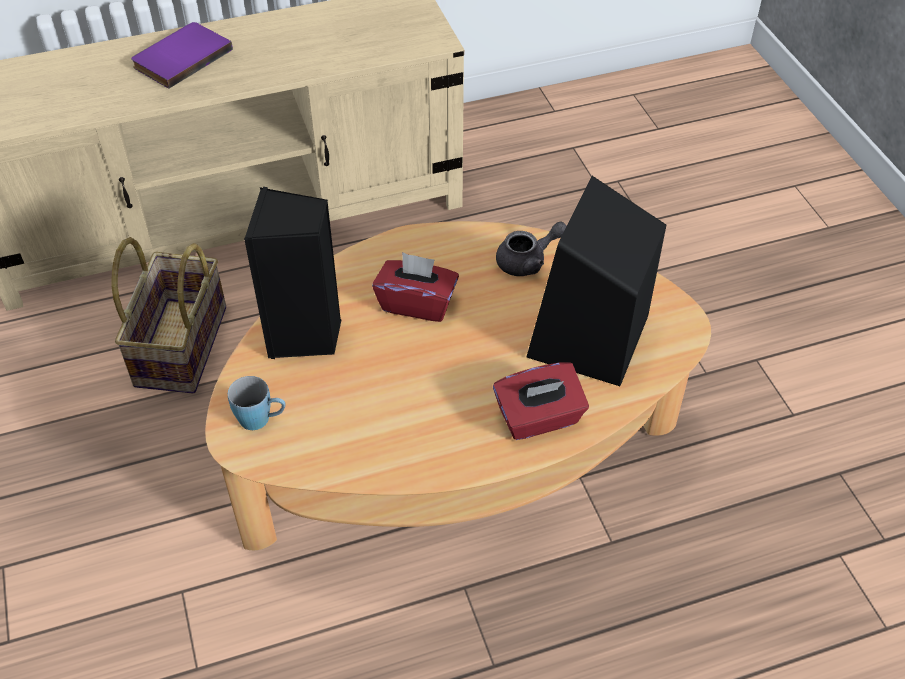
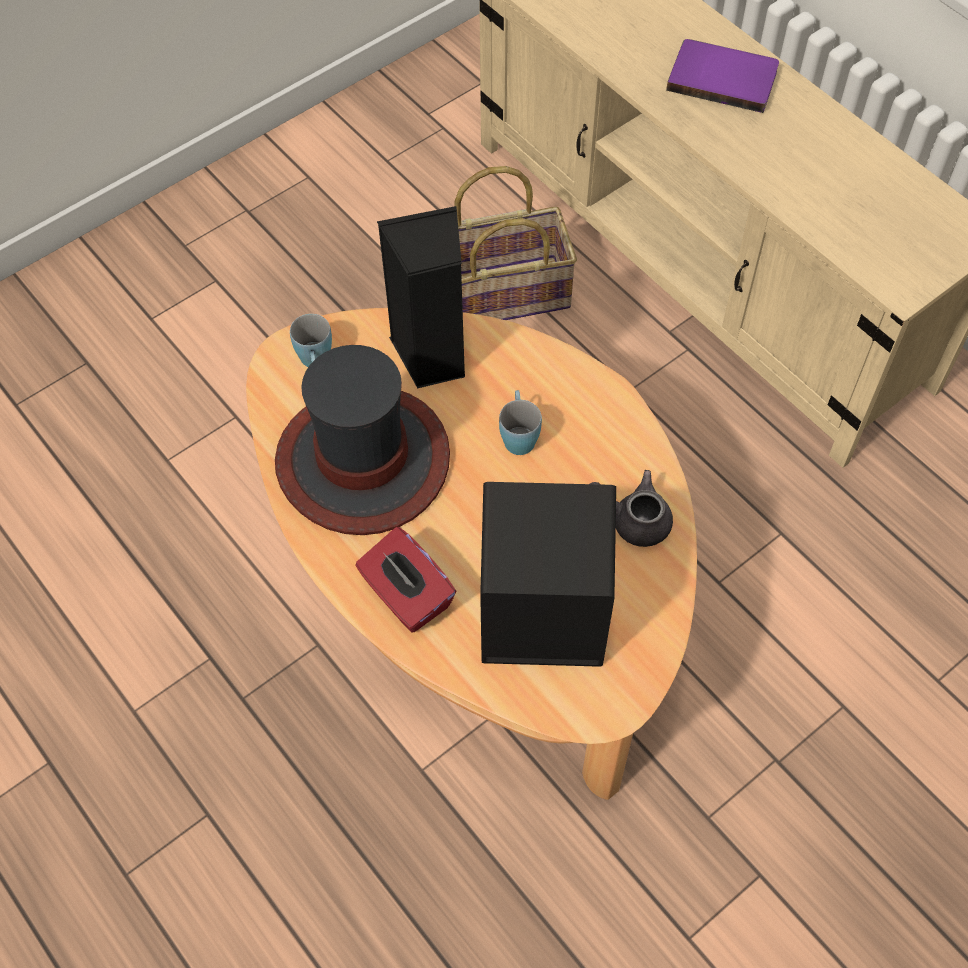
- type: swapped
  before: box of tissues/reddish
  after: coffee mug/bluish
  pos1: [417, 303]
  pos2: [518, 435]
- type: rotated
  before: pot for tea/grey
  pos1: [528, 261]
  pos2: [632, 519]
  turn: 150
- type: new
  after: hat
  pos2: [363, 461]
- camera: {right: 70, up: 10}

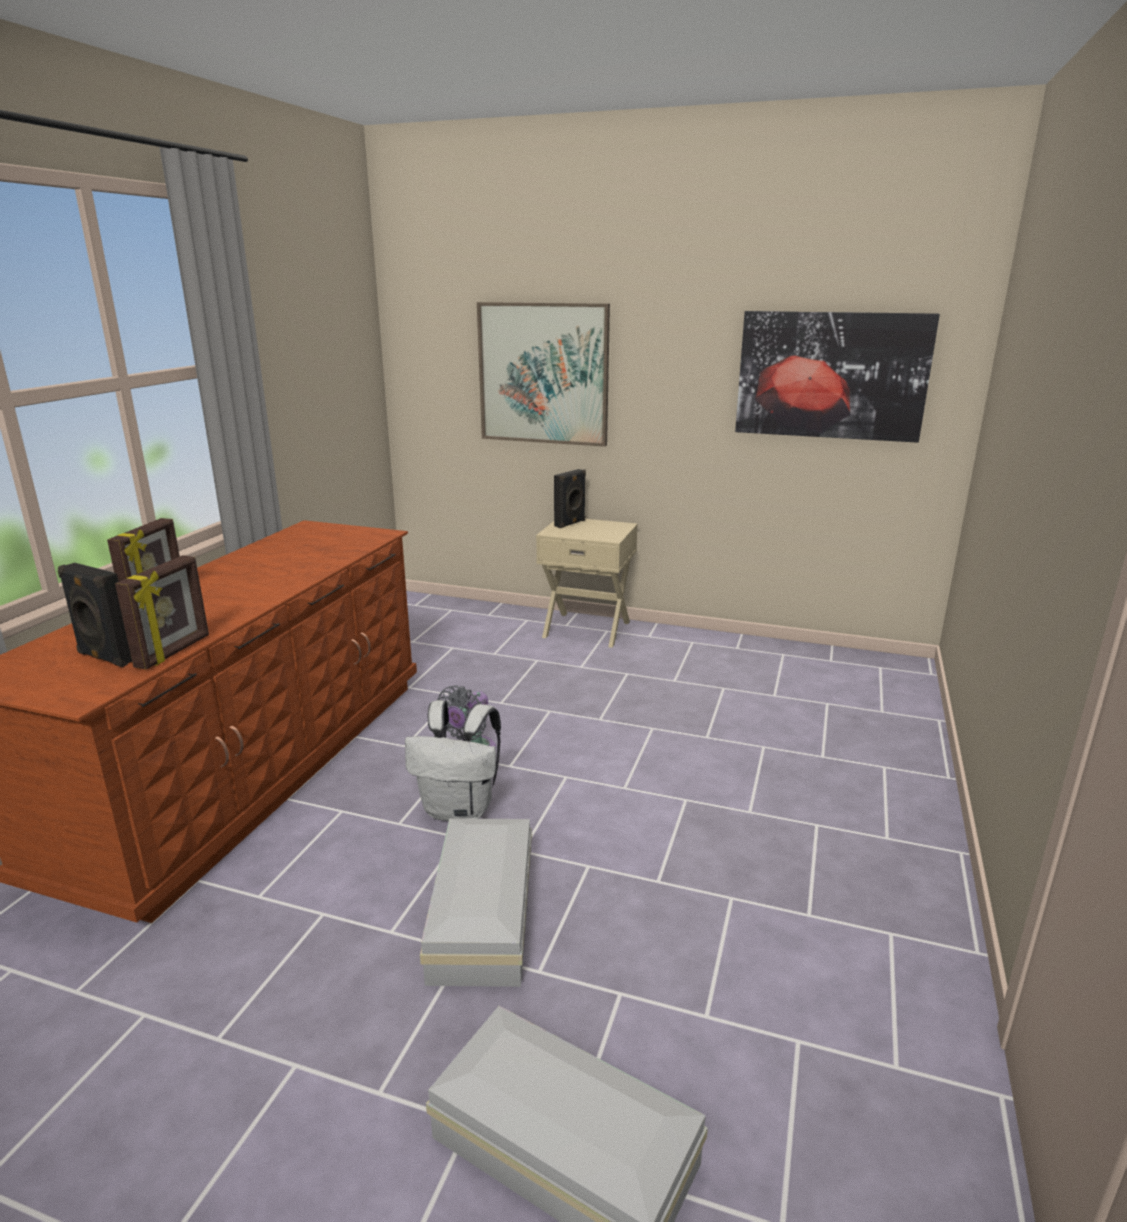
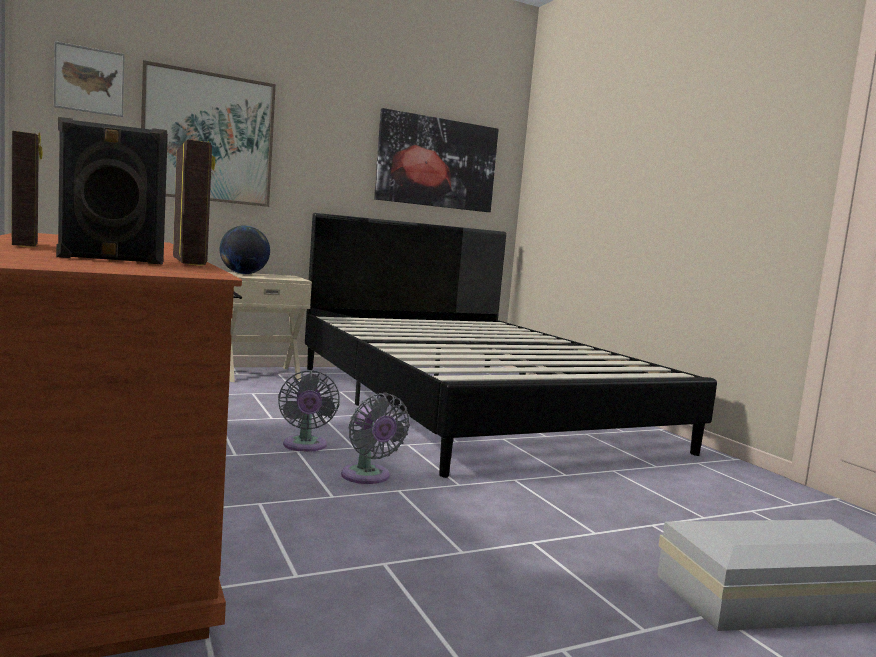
- type: swapped
  before: knapsack/whitish
  after: fan/grey
  pos1: [460, 810]
  pos2: [368, 477]
- type: gone
  before: storage container/whitish
  pos1: [485, 913]
- type: swapped
  before: audio speaker/black
  after: globe
  pos1: [570, 523]
  pos2: [243, 274]
- type: new
  after: wall picture
  pos2: [89, 80]
- type: new
  after: sleeping bed/black
  pos2: [472, 404]
- camera: {right: -45, up: -15}

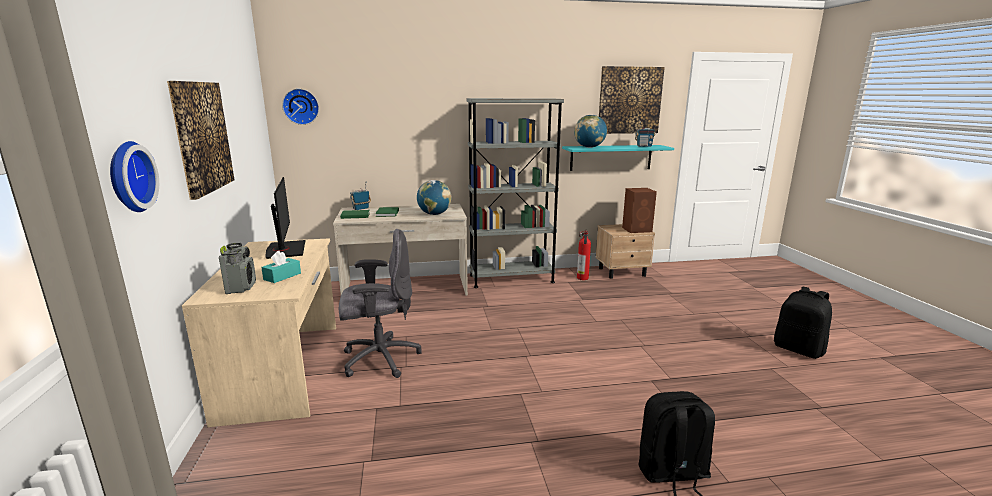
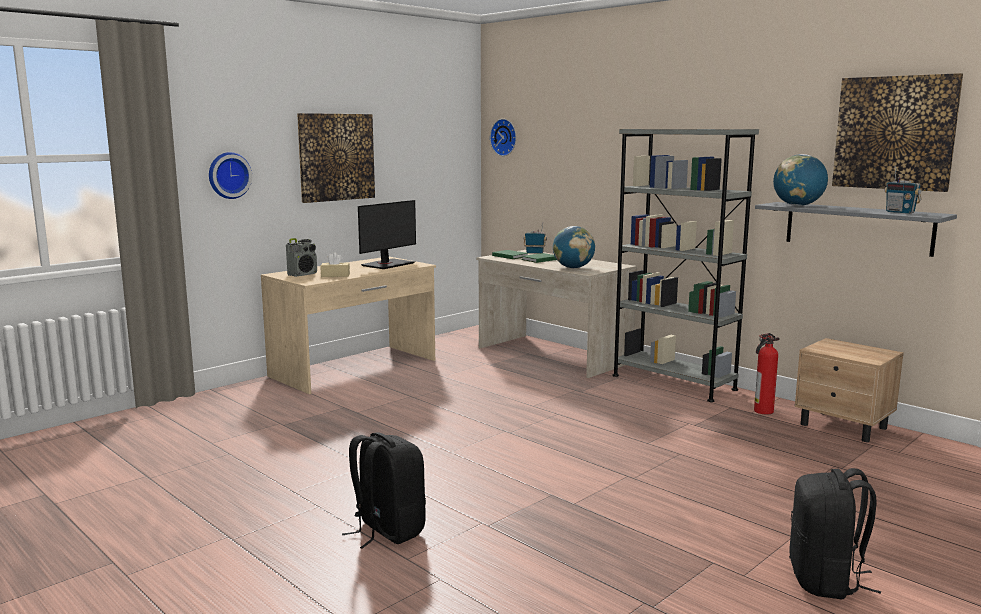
- type: repainted
  before: box of tissues/blue-green
  after: box of tissues/beige
  pos1: [282, 276]
  pos2: [335, 275]
- type: gone
  before: office chair/grey
  pos1: [379, 359]
- type: repainted
  before: wall shelf/blue-green
  after: wall shelf/grey
  pos1: [611, 157]
  pos2: [857, 228]
- type: gone
  before: audio speaker/brown-coloured
  pos1: [637, 229]
- camera: {right: 55, up: -5}

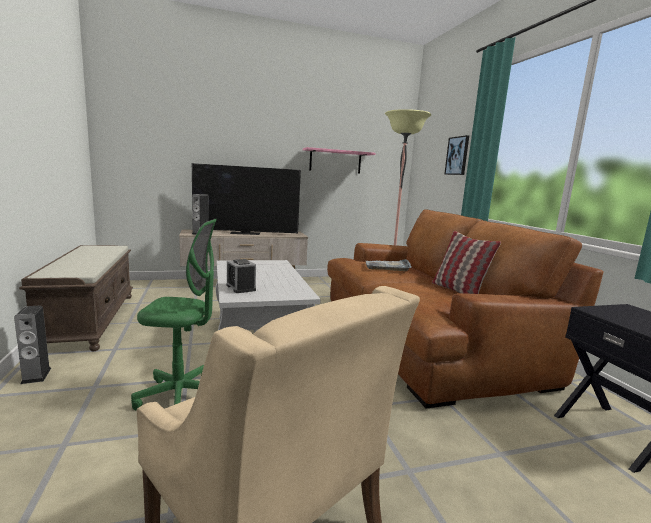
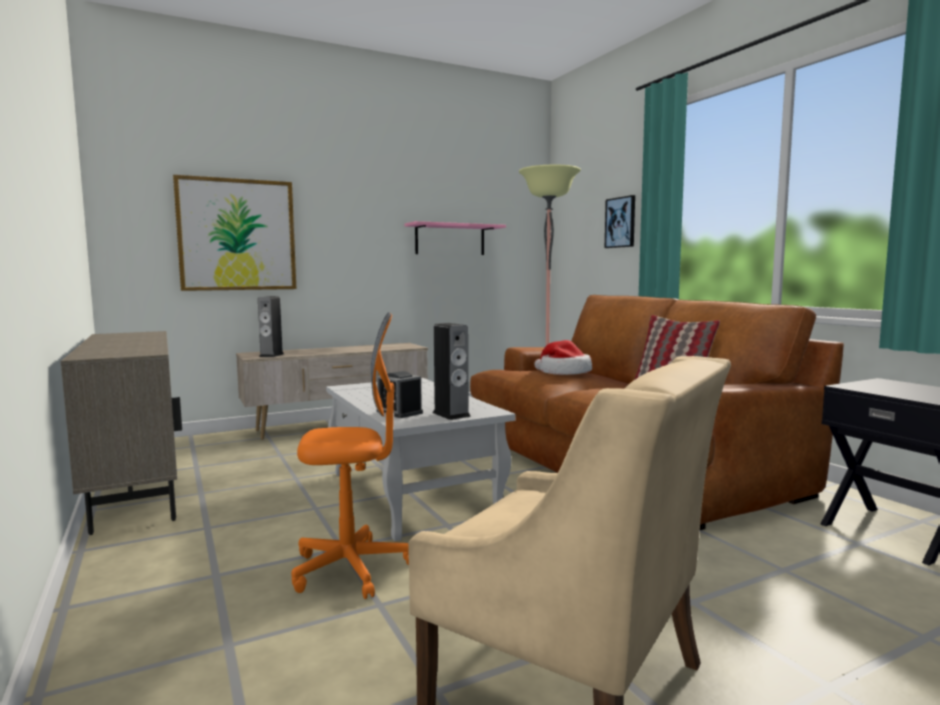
- type: shifted
  before: audio speaker
  pos1: [36, 375]
  pos2: [451, 414]
- type: swapped
  before: bench/brown-coloured
  after: storage cabinet/beige
  pos1: [90, 320]
  pos2: [136, 497]
- type: repainted
  before: office chair/green
  after: office chair/orange
  pos1: [181, 396]
  pos2: [351, 569]
- type: gone
  before: TV set
  pos1: [246, 233]
- type: swapped
  before: tray/grey
  after: hat
  pos1: [387, 266]
  pos2: [563, 373]
- type: new
  after: wall picture
  pos2: [237, 235]
- camera: {right: -10, up: -5}

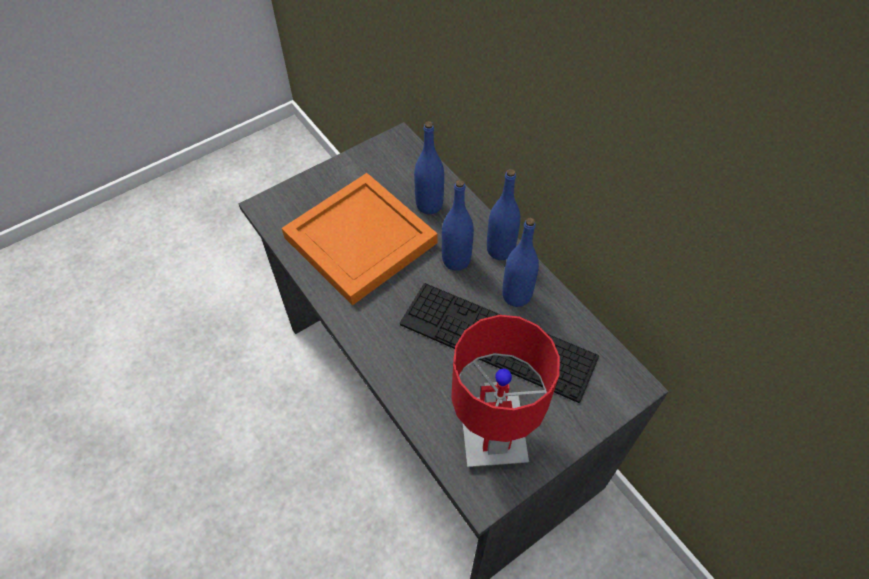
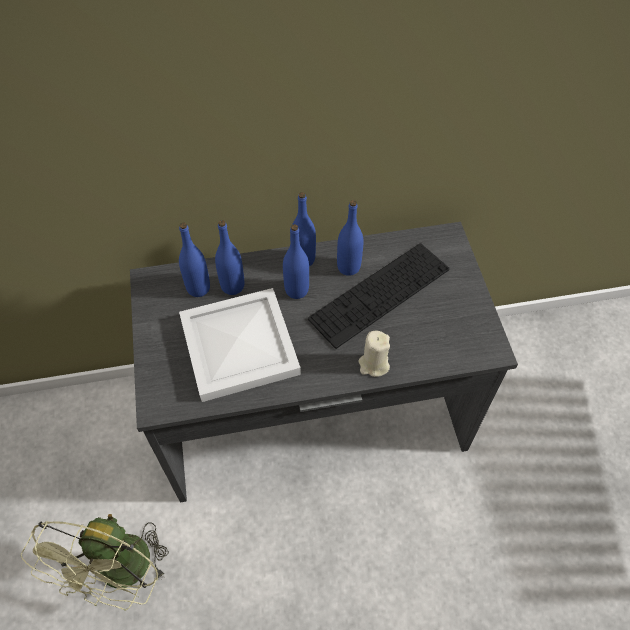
- type: repainted
  before: tray/orange
  after: tray/whitish
  pos1: [360, 242]
  pos2: [241, 347]
- type: gone
  before: tabletop lamp/reddish
  pos1: [493, 433]
- type: new
  after: fan/green
  pos2: [121, 575]
- type: new
  after: drink bottle/bluish
  pos2: [198, 288]
- type: new
  after: wax candle/beige
  pos2: [373, 364]
- camera: {right: -65, up: 0}

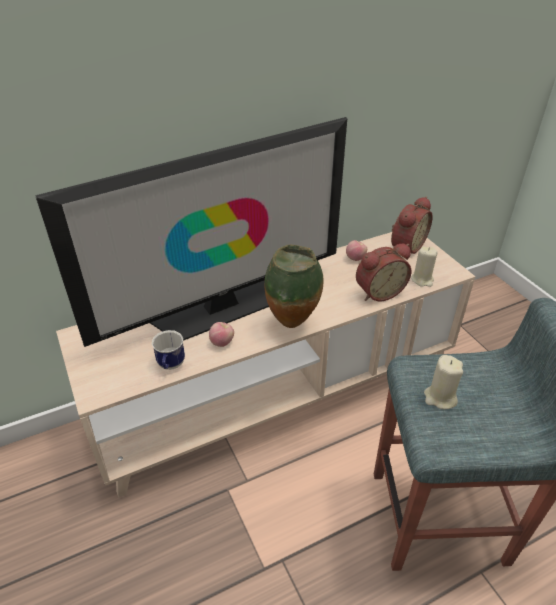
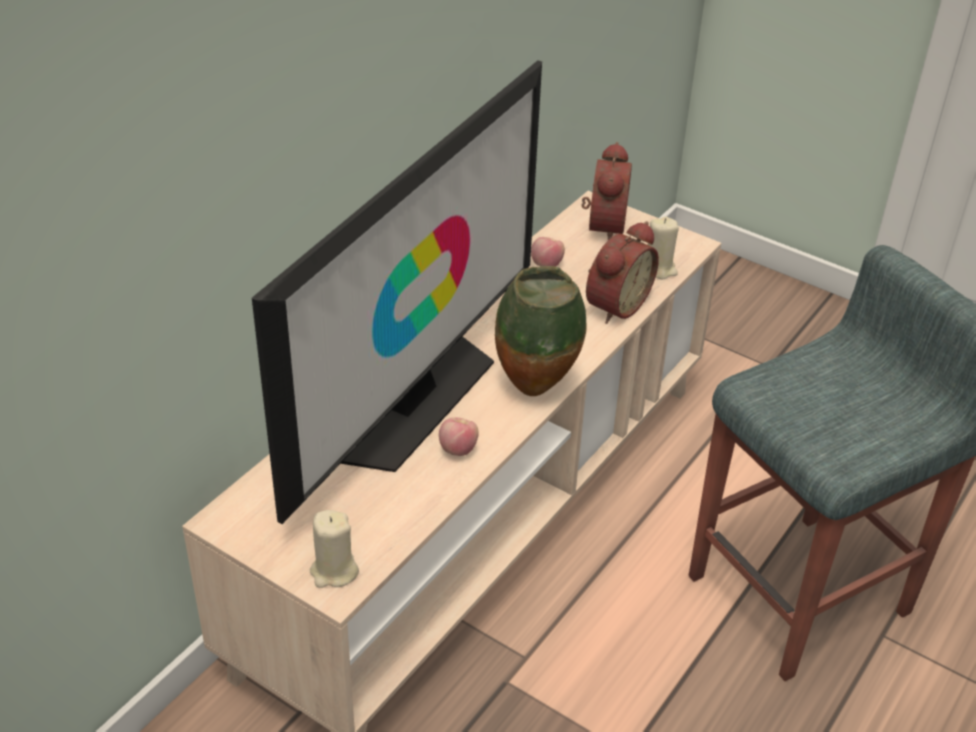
- type: gone
  before: coffee mug
  pos1: [170, 366]
- type: shifted
  before: wax candle/beige
  pos1: [440, 397]
  pos2: [334, 571]
- camera: {right: -30, up: 0}

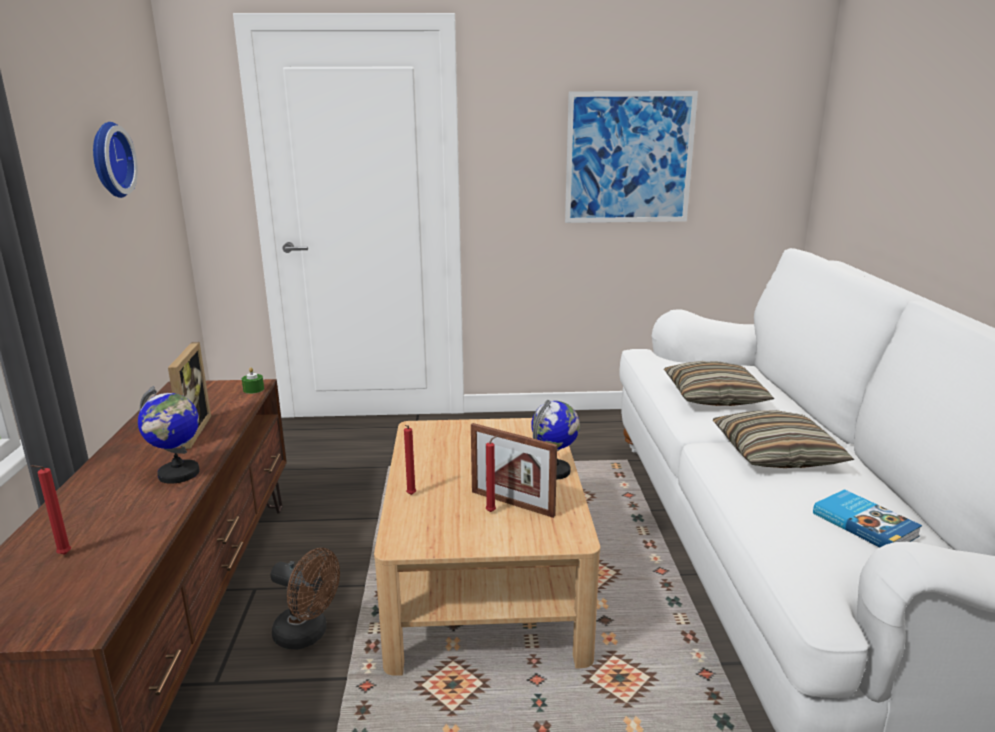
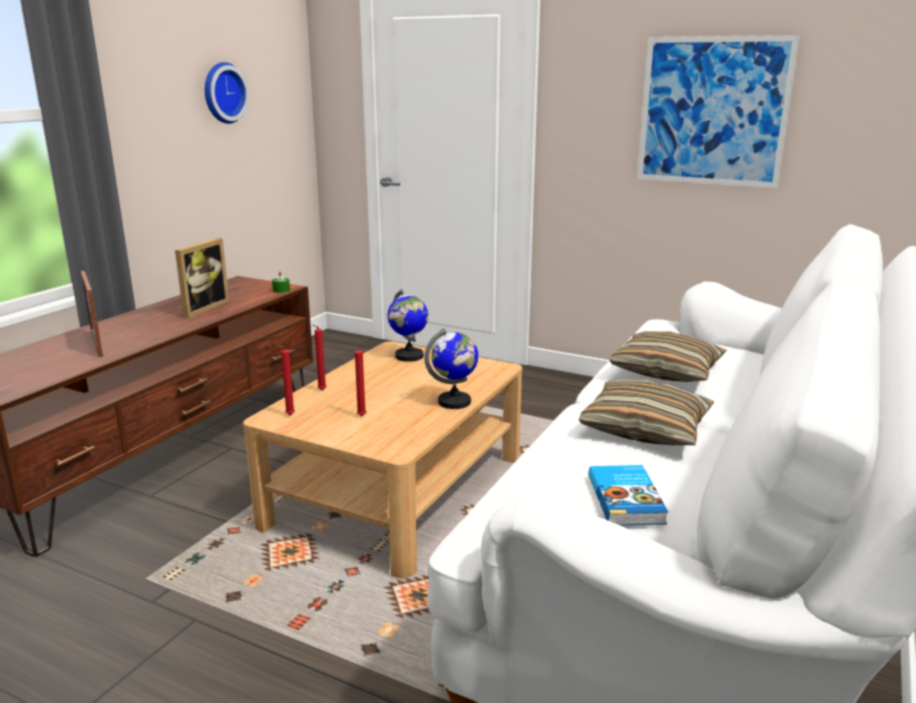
- type: shifted
  before: wax candle/reddish
  pos1: [62, 555]
  pos2: [288, 415]
- type: shifted
  before: globe
  pos1: [179, 474]
  pos2: [409, 356]
- type: gone
  before: fan/brown-coloured
  pos1: [308, 634]
- type: shifted
  before: photo frame
  pos1: [512, 503]
  pos2: [97, 344]
- camera: {right: 30, up: 0}

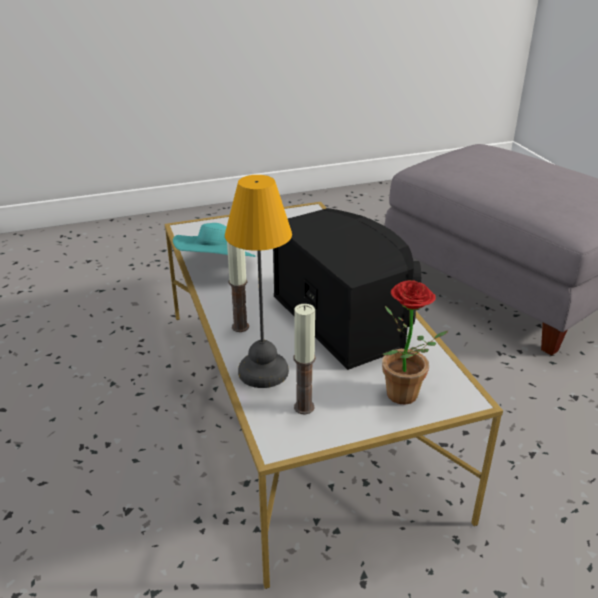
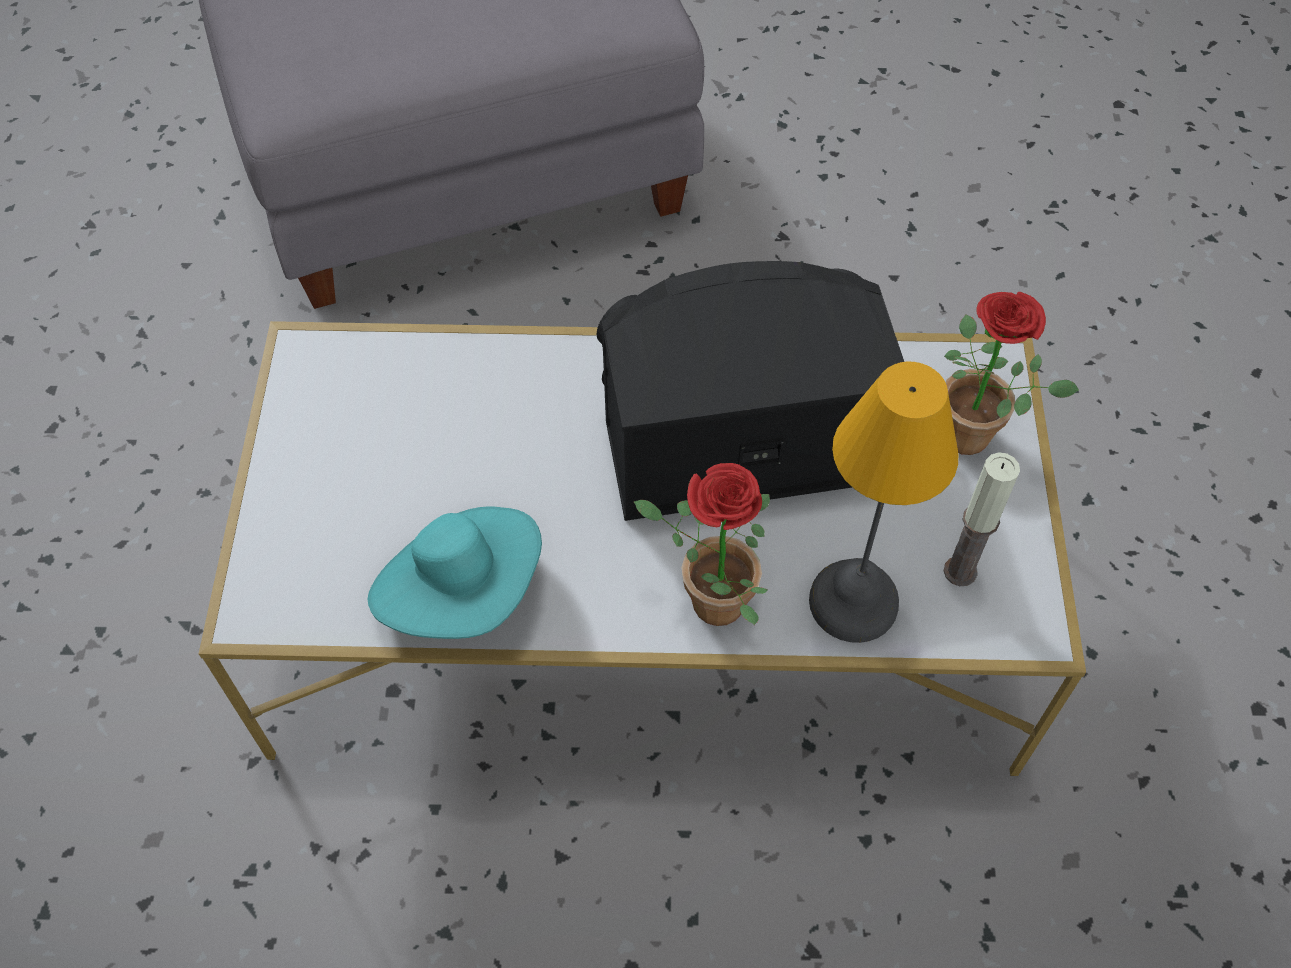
- type: swapped
  before: wax candle
  after: plant in a pot
  pos1: [240, 327]
  pos2: [706, 603]
- camera: {right: -70, up: 25}

